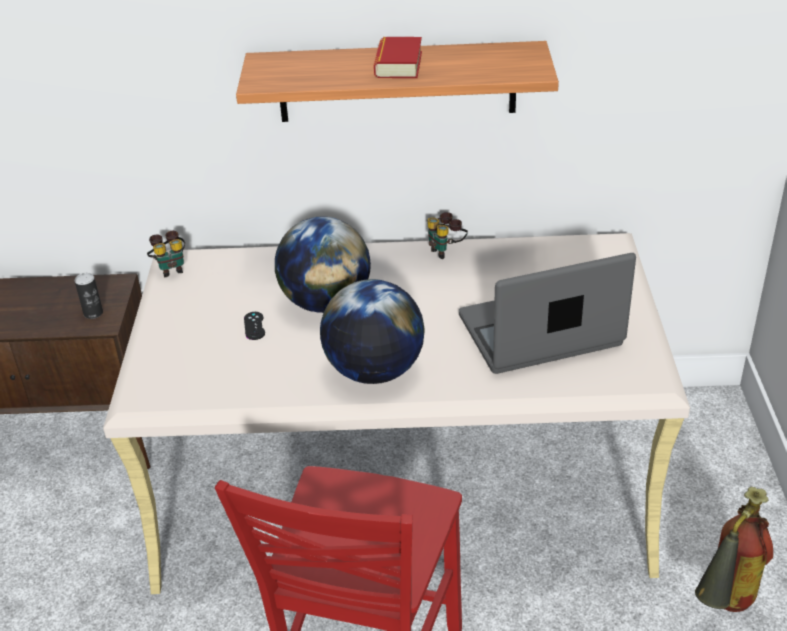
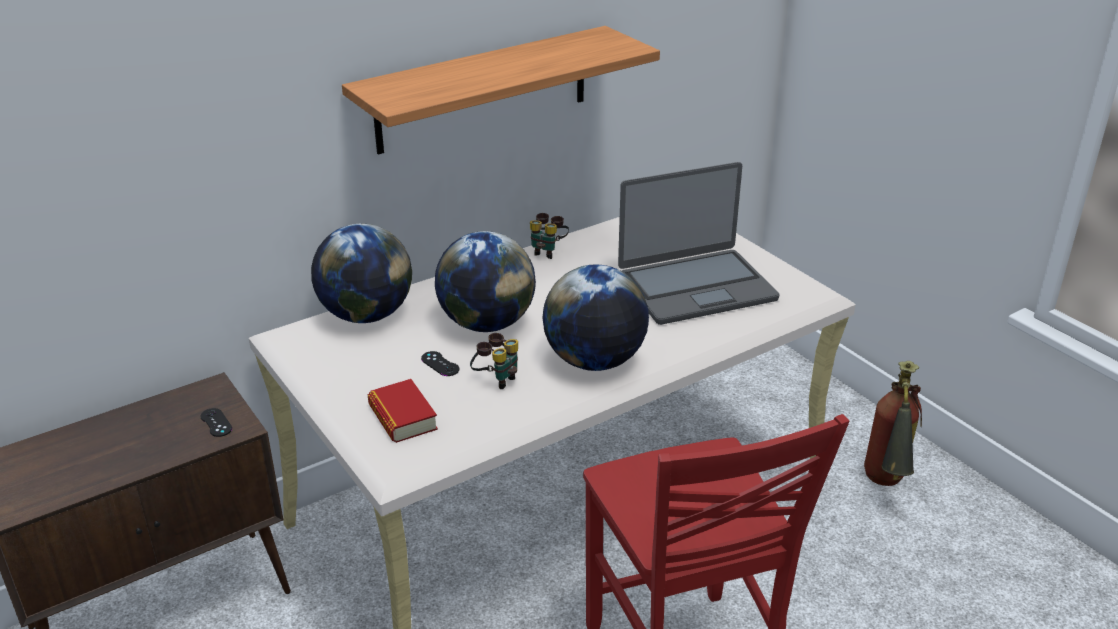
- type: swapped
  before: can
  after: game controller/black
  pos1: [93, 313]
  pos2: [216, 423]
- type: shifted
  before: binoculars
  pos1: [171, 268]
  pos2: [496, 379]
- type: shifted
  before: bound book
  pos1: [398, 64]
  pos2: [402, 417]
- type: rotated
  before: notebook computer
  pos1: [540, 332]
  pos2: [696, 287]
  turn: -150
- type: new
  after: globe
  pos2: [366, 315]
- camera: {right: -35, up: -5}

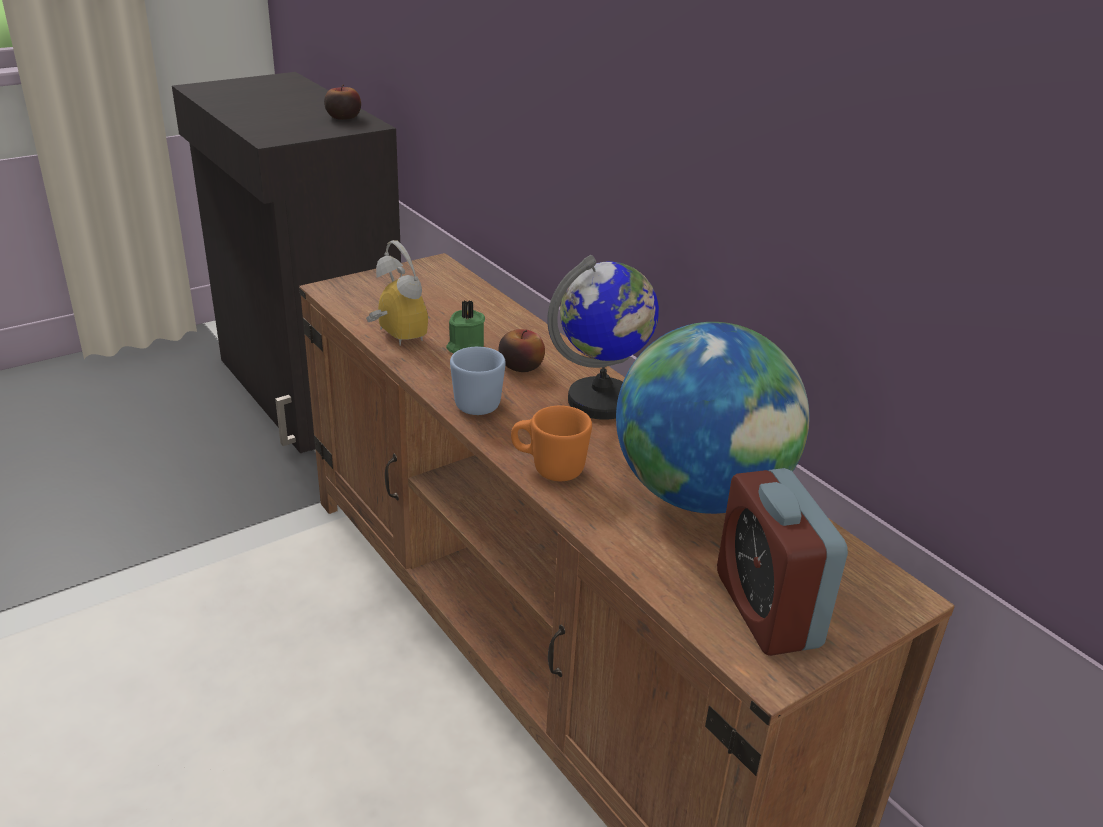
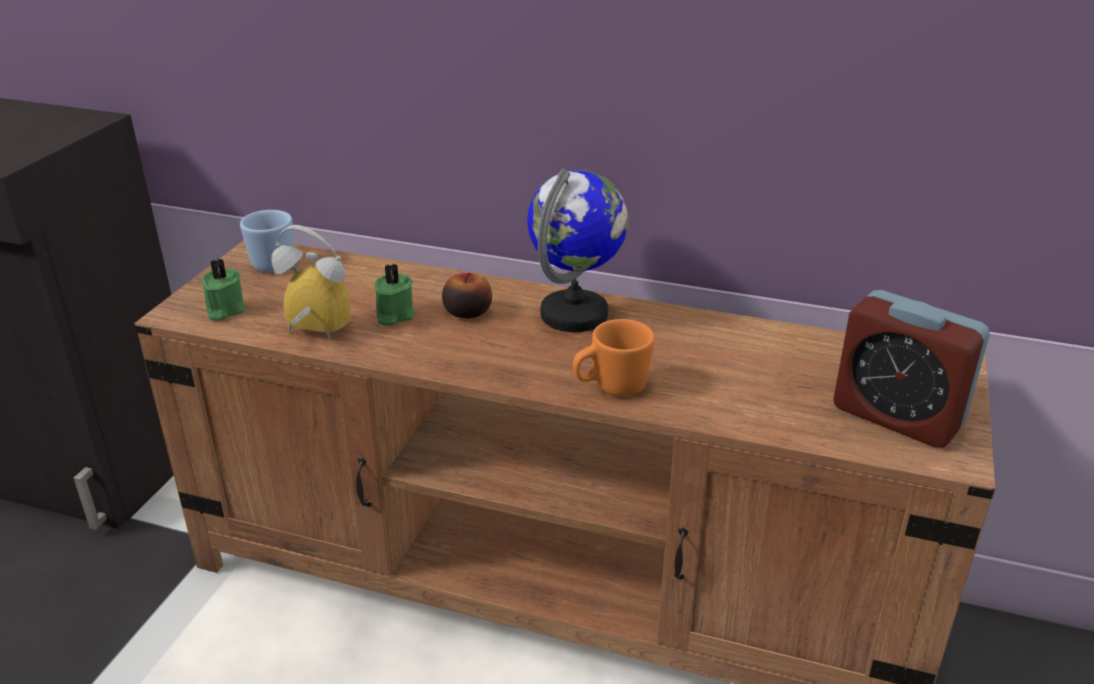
- type: gone
  before: apple
  pos1: [343, 117]
- type: shifted
  before: coffee mug/bluish
  pos1: [478, 401]
  pos2: [270, 261]
- type: gone
  before: globe
  pos1: [700, 494]
- type: new
  after: wax candle/green
  pos2: [224, 310]
- camera: {right: -35, up: 0}

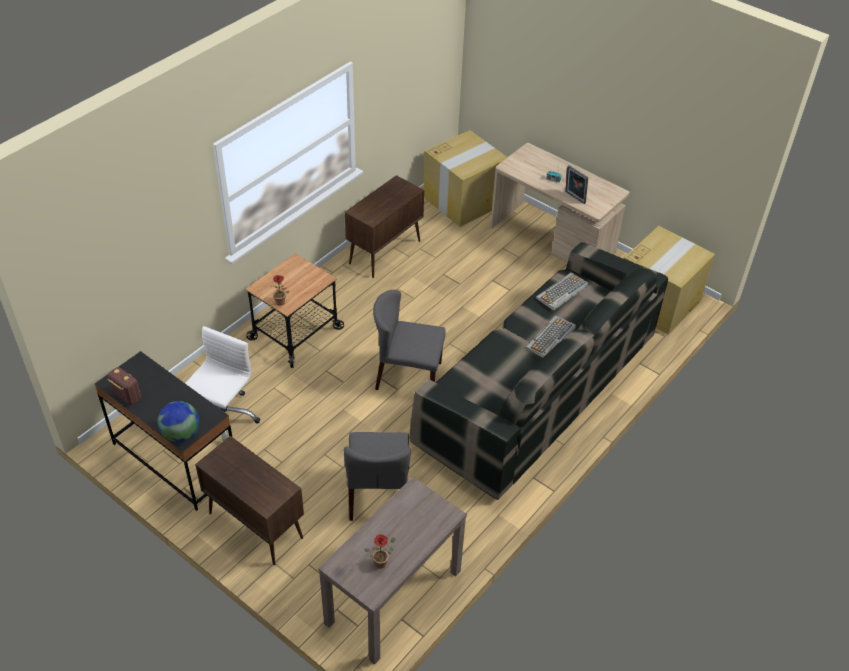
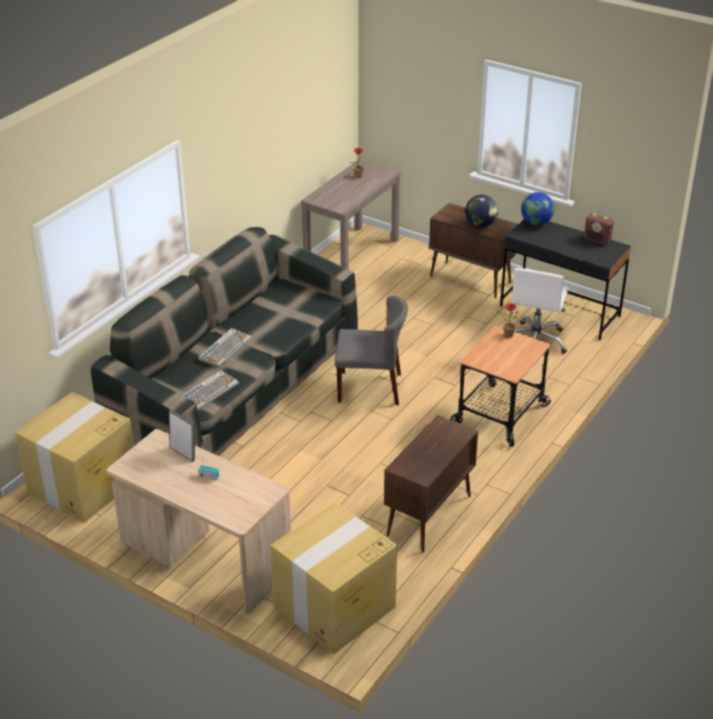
- type: gone
  before: upright chair/grey
  pos1: [378, 494]
- type: new
  after: globe
  pos2: [480, 225]
- camera: {right: 175, up: -10}

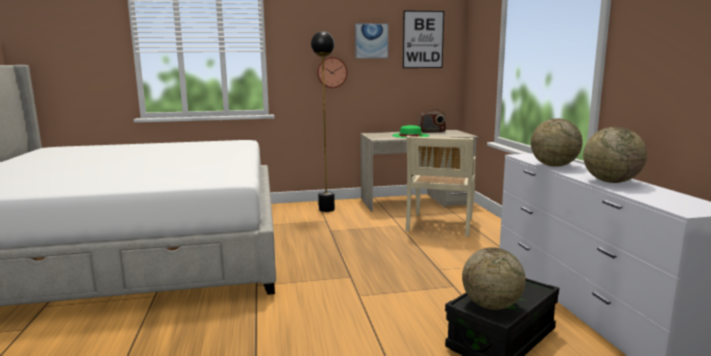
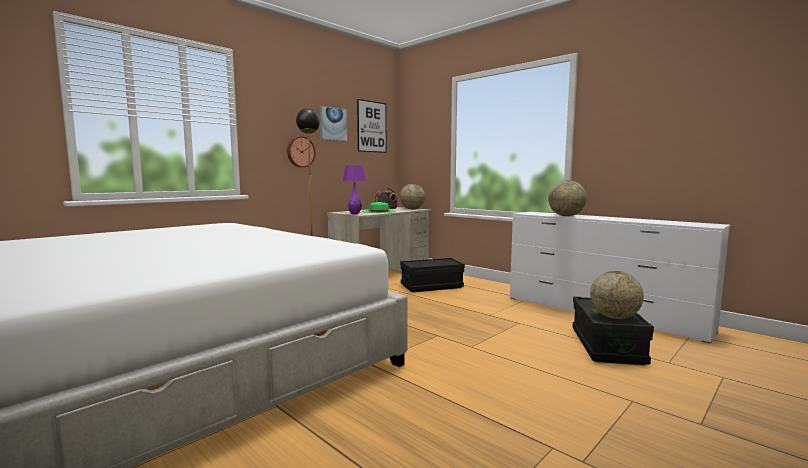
- type: swapped
  before: upright chair/beige
  after: storage container/black
  pos1: [440, 225]
  pos2: [431, 286]
- type: shifted
  before: globe
  pos1: [611, 181]
  pos2: [412, 209]
- type: new
  after: tabletop lamp/purple
  pos2: [355, 214]
- camera: {right: -35, up: -5}

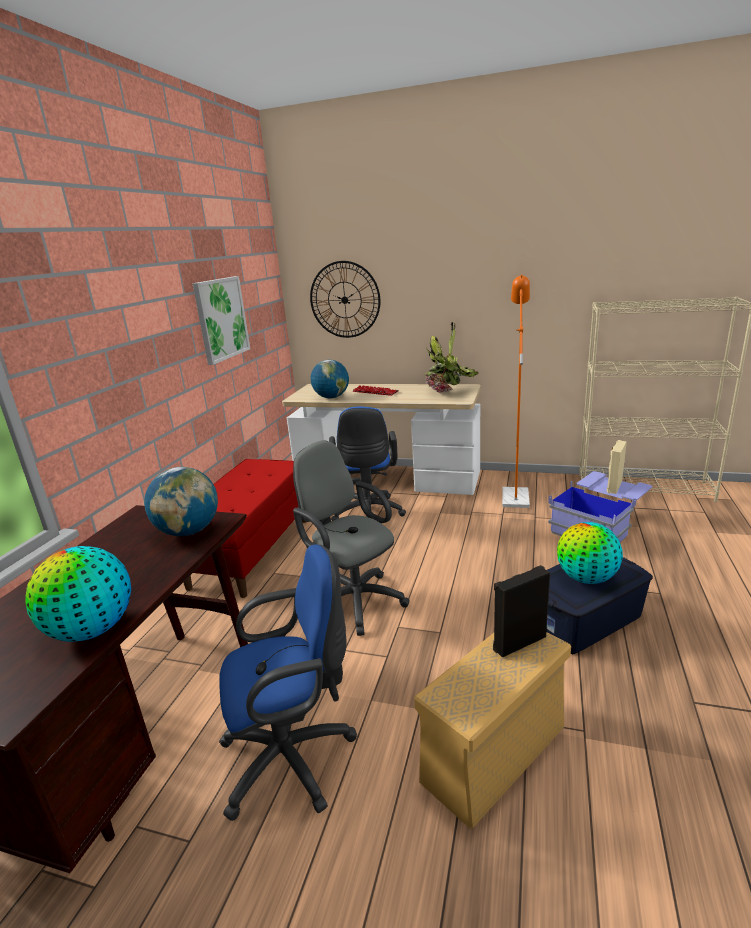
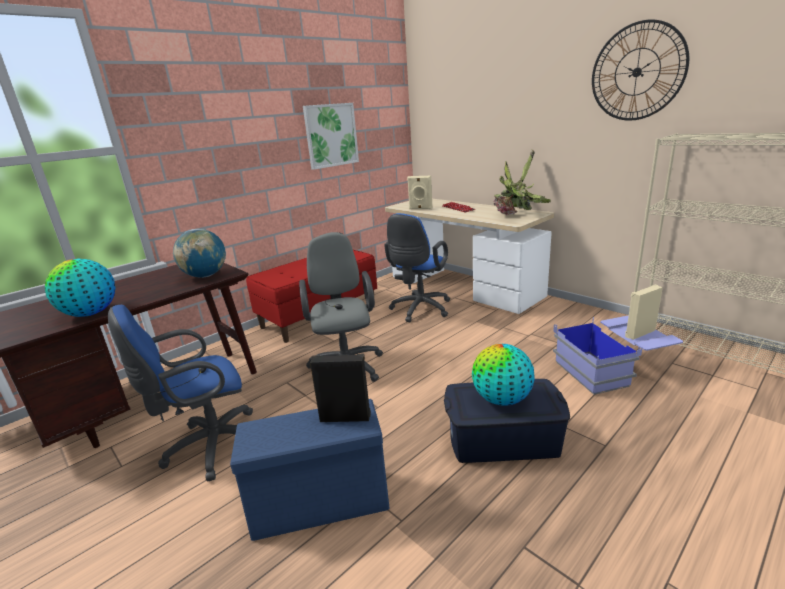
- type: rotated
  before: office chair/bluish
  pos1: [295, 757]
  pos2: [211, 447]
  turn: 135
- type: shifted
  before: hanging clock
  pos1: [344, 300]
  pos2: [637, 72]
- type: swapped
  before: globe
  after: audio speaker/beige
  pos1: [331, 397]
  pos2: [420, 208]
- type: repainted
  before: storage container/beige
  after: storage container/bluish
  pos1: [495, 751]
  pos2: [322, 502]
- type: gone
  before: floor lamp/orange
  pos1: [515, 494]
- camera: {right: 30, up: 0}

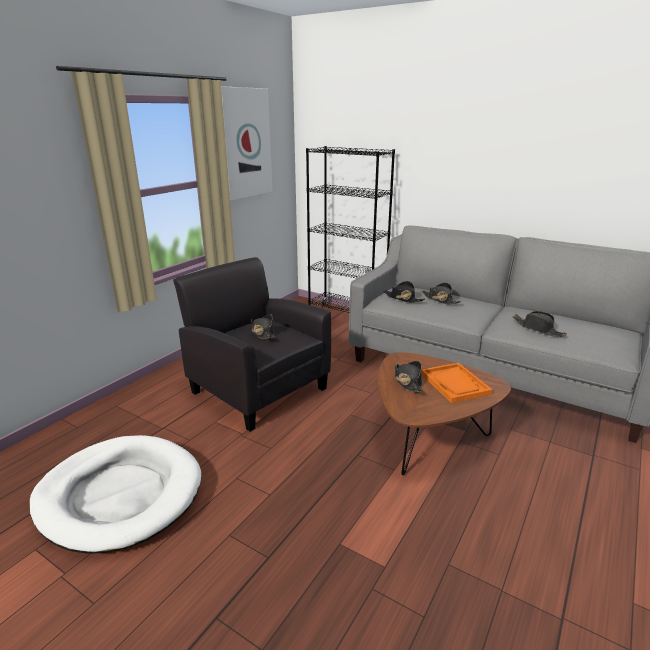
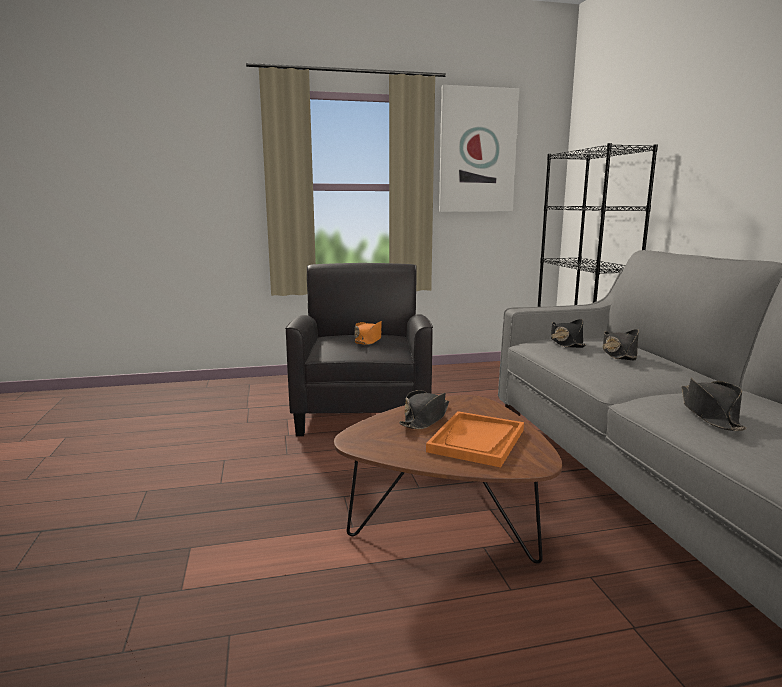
- type: gone
  before: dog bed/whitish
  pos1: [120, 495]
- type: repainted
  before: hat/black
  after: hat/orange
  pos1: [262, 332]
  pos2: [368, 340]
- camera: {right: 45, up: -10}

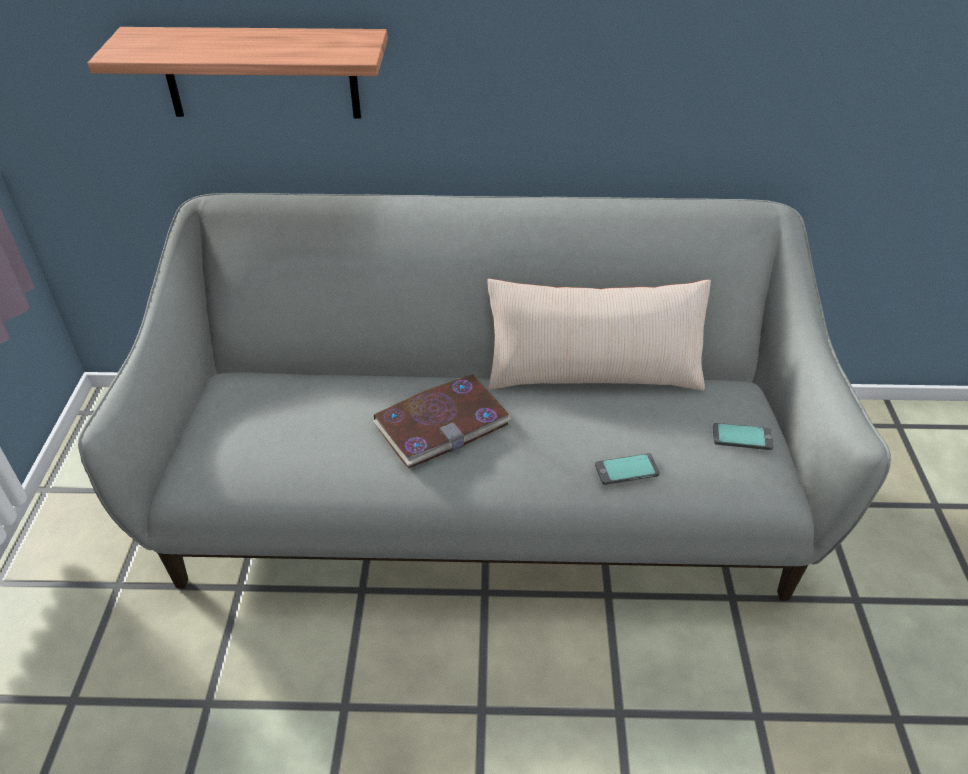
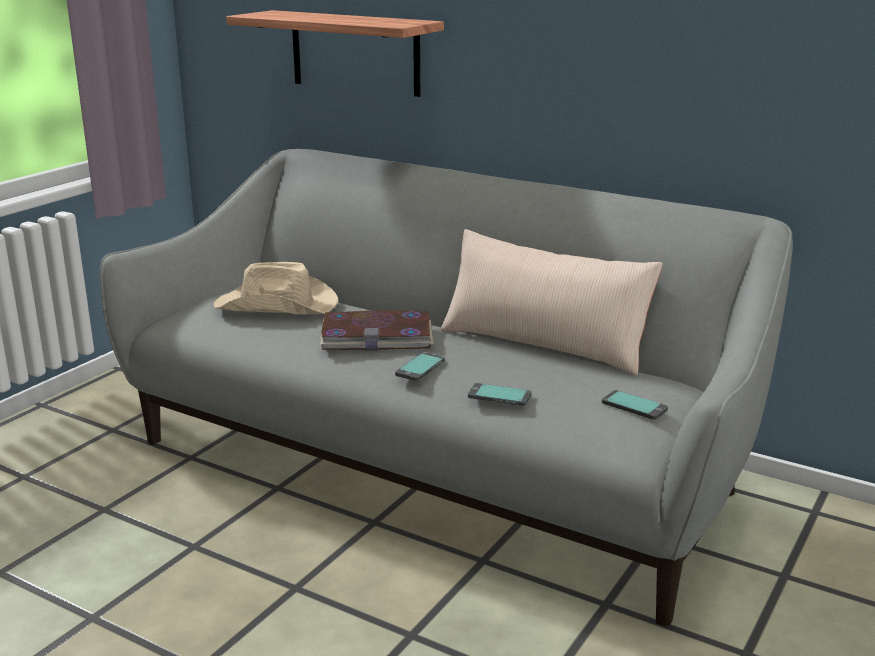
- type: new
  after: hat/beige
  pos2: [278, 306]
- type: new
  after: phone
  pos2: [420, 368]
- camera: {right: 30, up: -20}

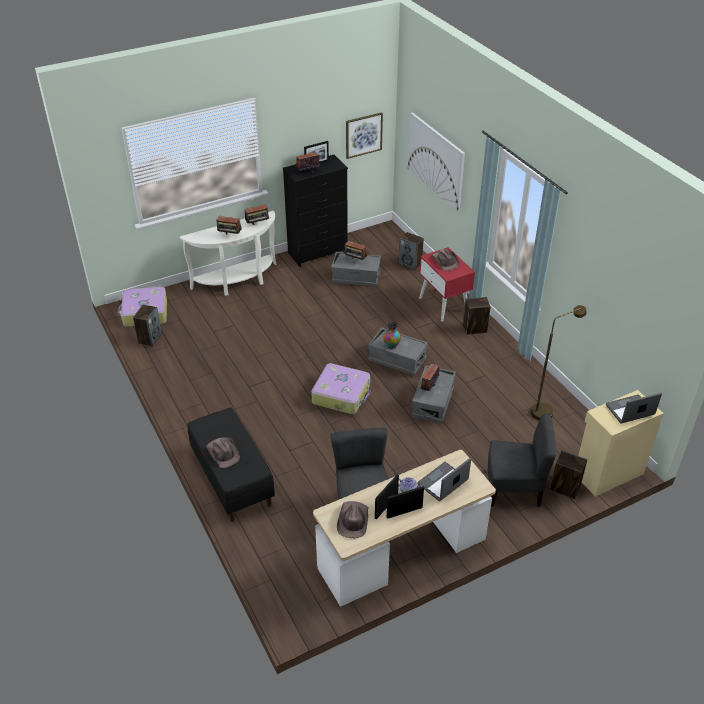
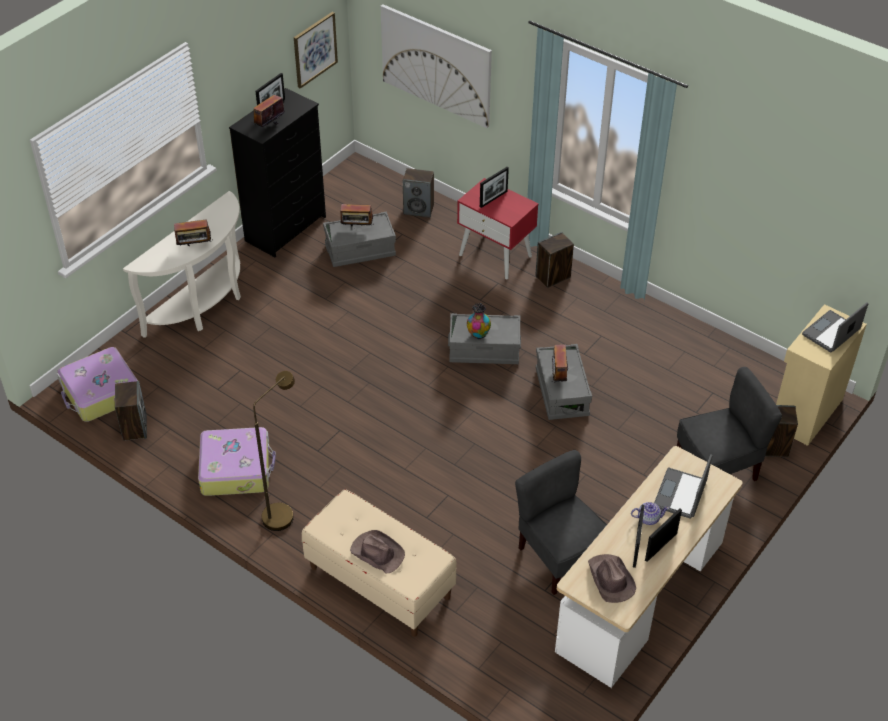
- type: repainted
  before: bench/black
  after: bench/beige
  pos1: [232, 480]
  pos2: [379, 582]
- type: gone
  before: radio receiver
  pos1: [258, 224]
- type: shifted
  before: travel case
  pos1: [342, 394]
  pos2: [236, 468]
- type: swapped
  before: hat/brown-coloured
  after: photo frame
  pos1: [445, 261]
  pos2: [493, 199]
- type: shifted
  before: floor lamp/brown-coloured
  pos1: [546, 410]
  pos2: [283, 512]
- camera: {right: -25, up: 5}

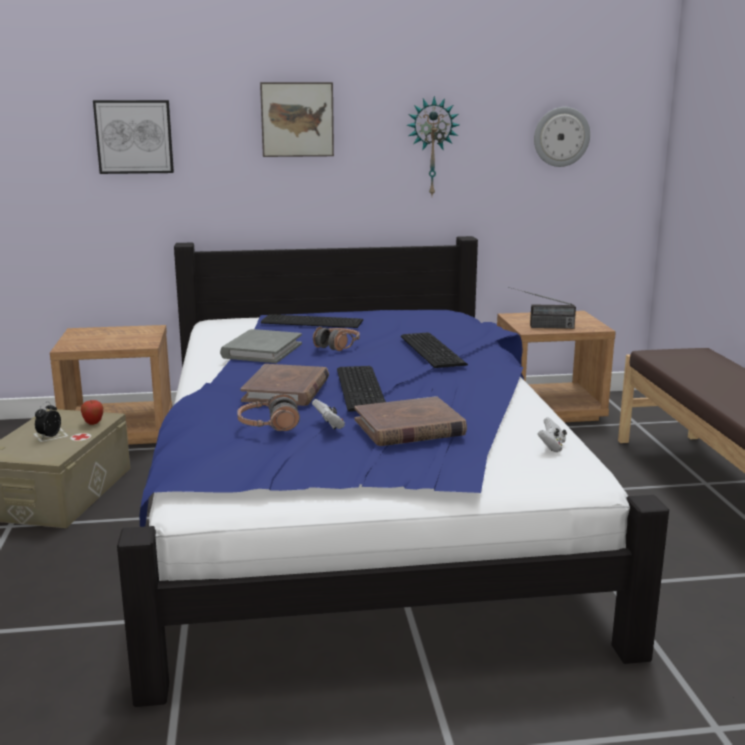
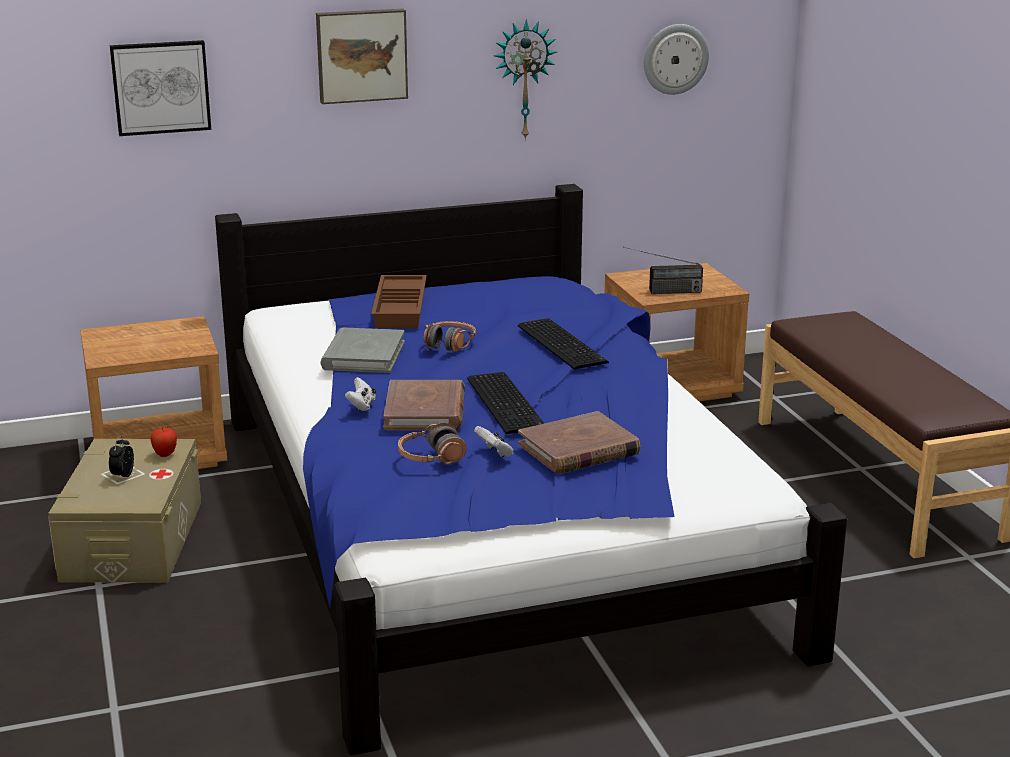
- type: swapped
  before: PC keyboard
  after: tray/brown-coloured
  pos1: [313, 322]
  pos2: [401, 308]
- type: shifted
  before: game controller/whitish
  pos1: [551, 447]
  pos2: [361, 406]
- camera: {right: -10, up: 5}

